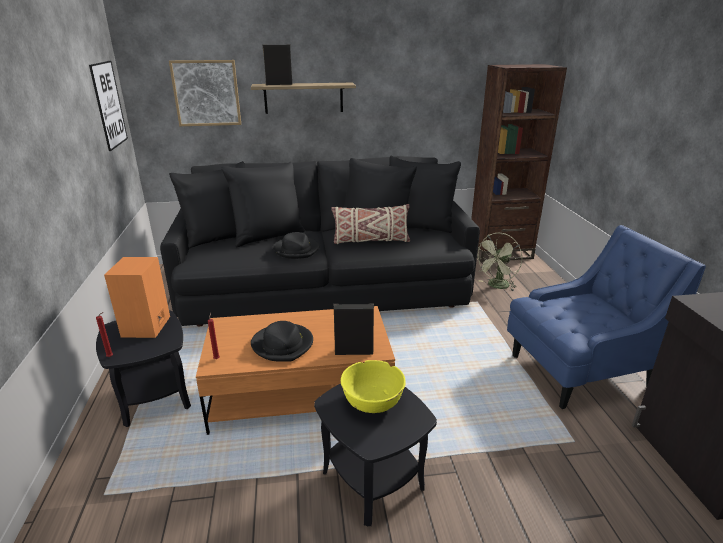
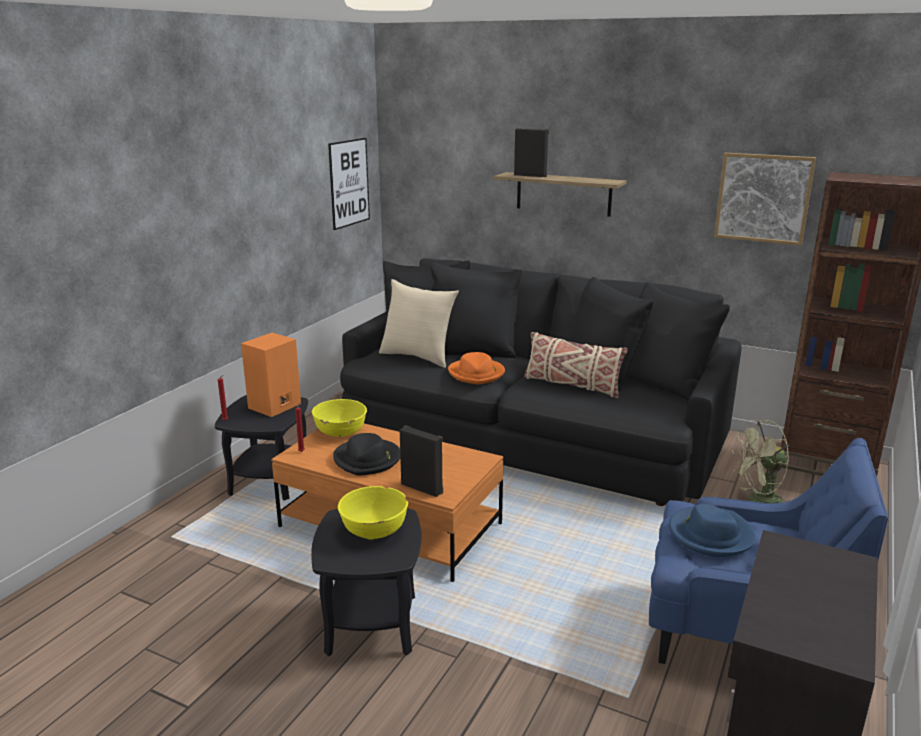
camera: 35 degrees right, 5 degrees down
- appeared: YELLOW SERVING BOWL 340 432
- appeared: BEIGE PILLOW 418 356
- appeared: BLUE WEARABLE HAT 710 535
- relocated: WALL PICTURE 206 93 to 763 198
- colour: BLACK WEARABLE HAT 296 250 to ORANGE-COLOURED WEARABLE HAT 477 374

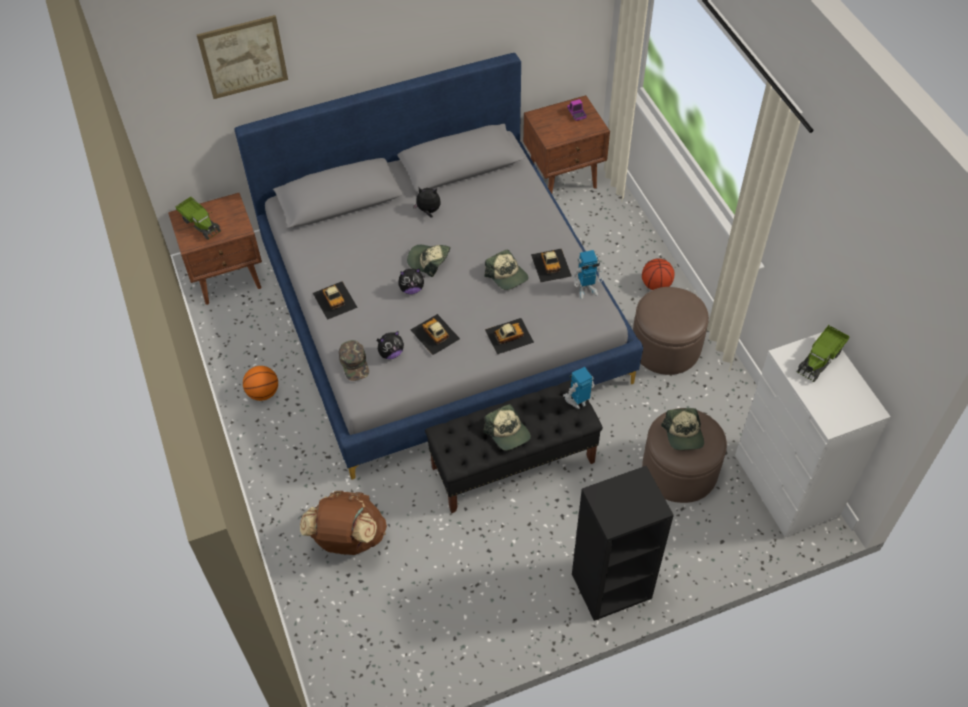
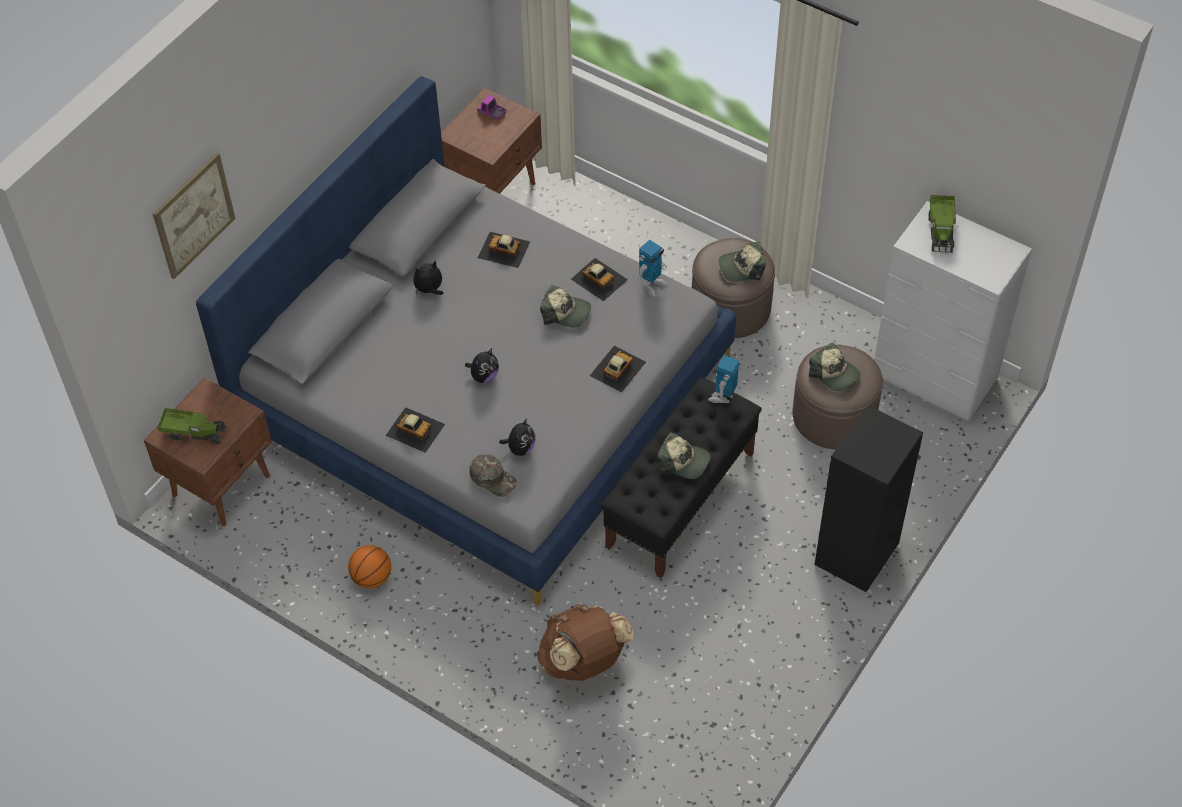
camera: 35 degrees left, 0 degrees up
- missing: BASKETBALL BALL 656 285
- relocated: CAP 429 261 to 742 267
- relocated: MODEL CAR 435 334 to 504 250

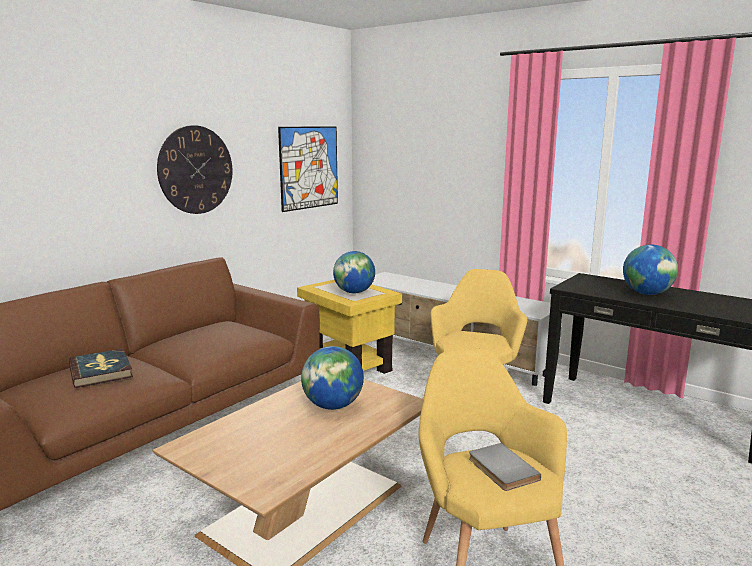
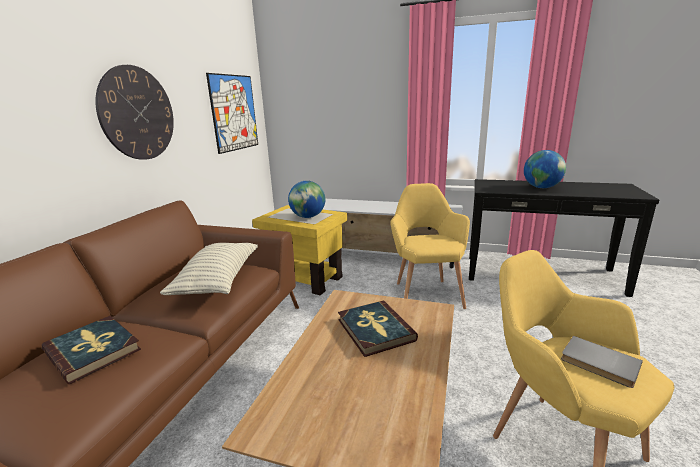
camera: 20 degrees left, 5 degrees up
- appeared: PILLOW 218 281
- exchanged: GLOBE 333 406 to BOOK 375 330

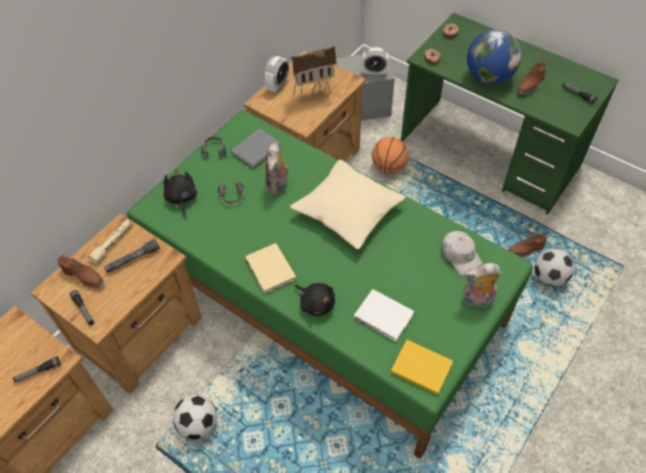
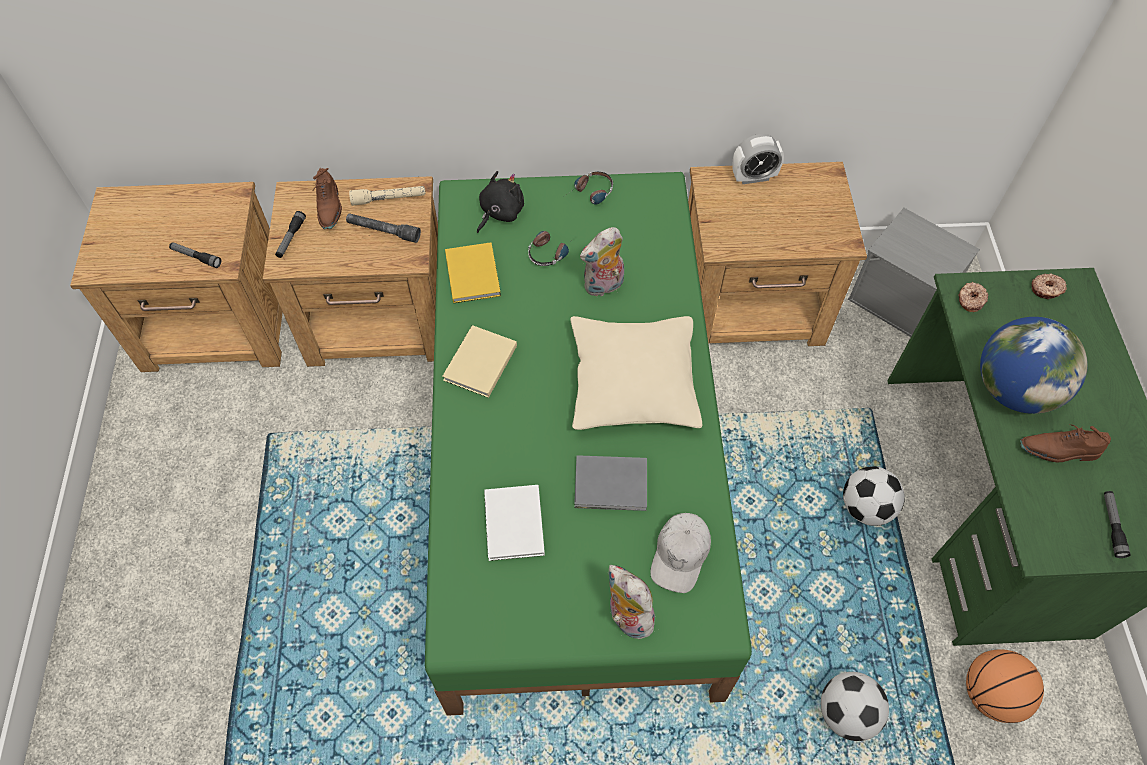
camera: 50 degrees right, 5 degrees up
- missing: TOY HOUSE 313 94
- missing: BLACK SOFT TOY 316 303
- missing: TABLE CLOCK 374 73
- missing: BROWNISH SHOE 525 250
- relocated: BALL FOR FOOTBALL 198 424 to 865 507
- relocated: GREY BOOK 258 149 to 613 485
- relocated: BASKETBALL BALL 388 167 to 991 694
- relocated: YELLOW BOOK 420 366 to 473 273

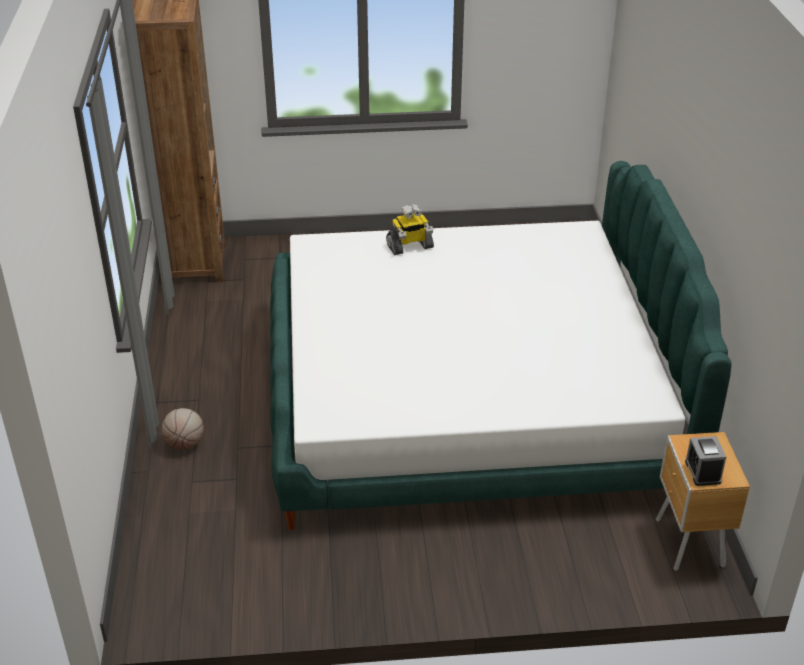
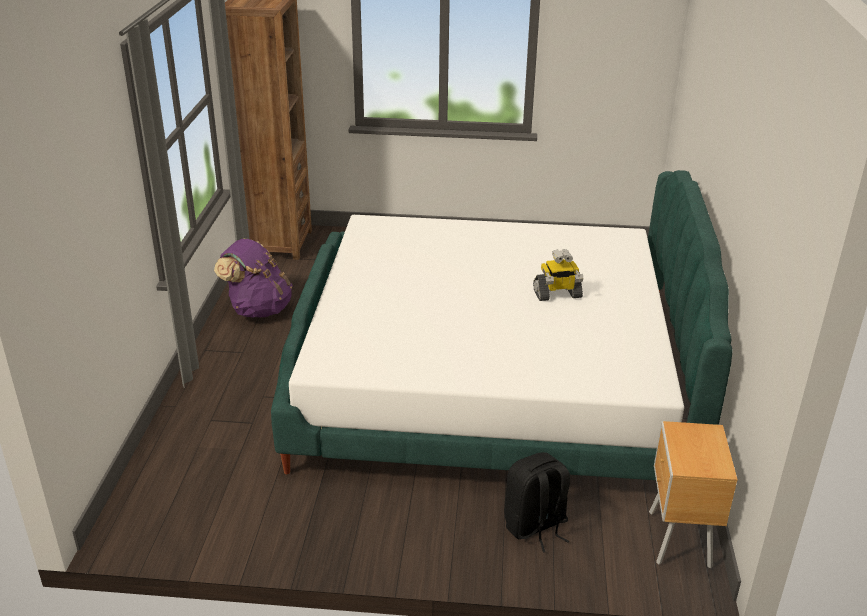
camera: 10 degrees right, 5 degrees down
- missing: BASKETBALL BALL 185 444
- missing: TABLE CLOCK 702 472
- appeared: PURPLISH RUCKSACK 258 309
- appeared: BLACK RUCKSACK 535 527
- relocated: MODEL ROBOT 410 247 to 557 294

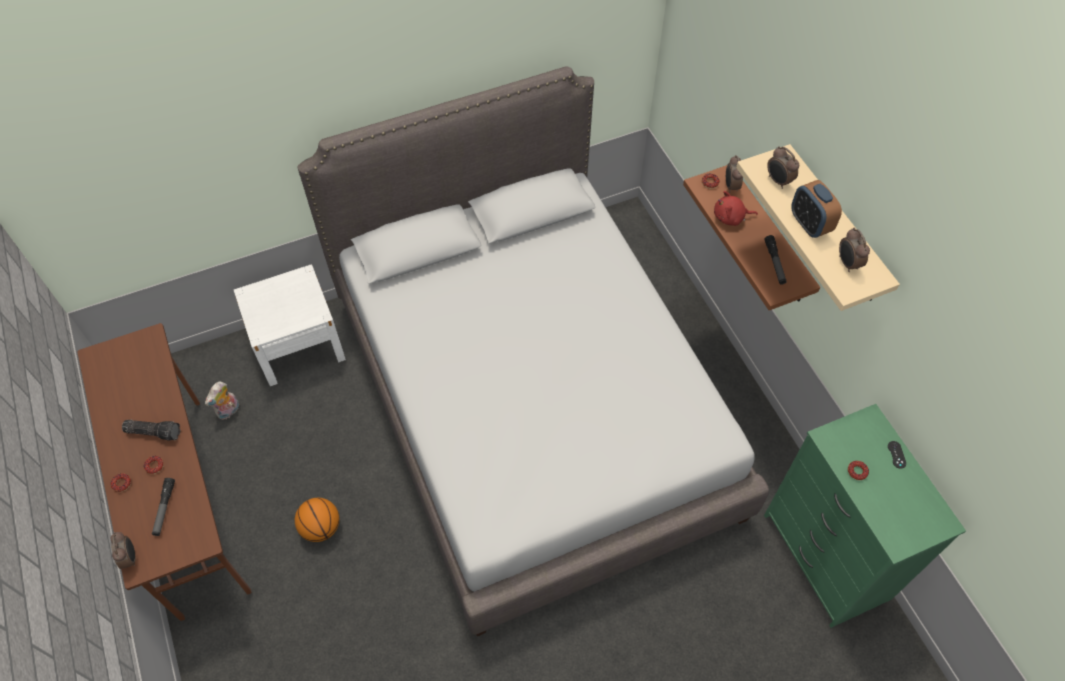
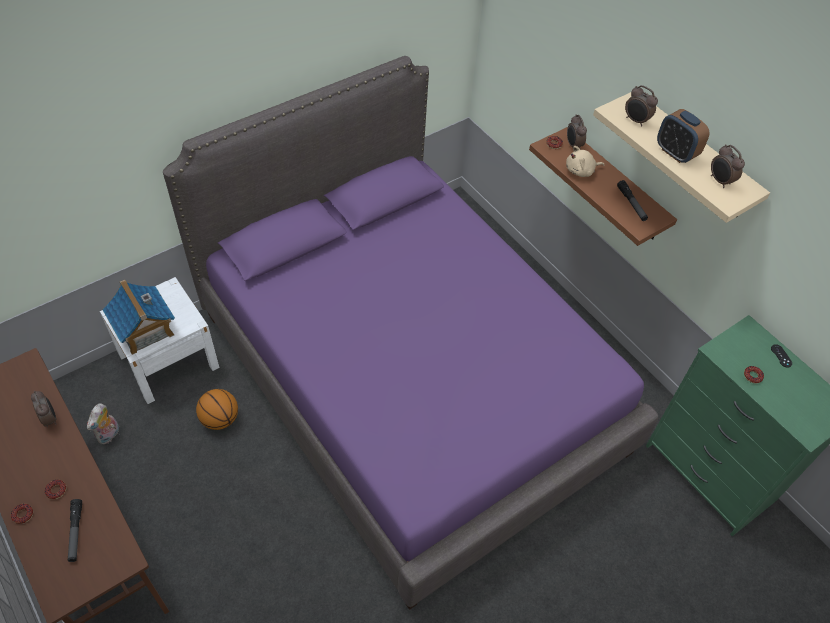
camera: 15 degrees left, 5 degrees down
- missing: TORCH 154 431
- appeared: TOY HOUSE 144 330
- relocated: TABLE CLOCK 130 557 to 50 418
- relocated: BASKETBALL BALL 321 527 to 220 419
- colour: GREY BEDROOM BED 532 404 to PURPLISH BEDROOM BED 410 381
- colour: RED SOFT TOY 730 217 to BEIGE SOFT TOY 581 171

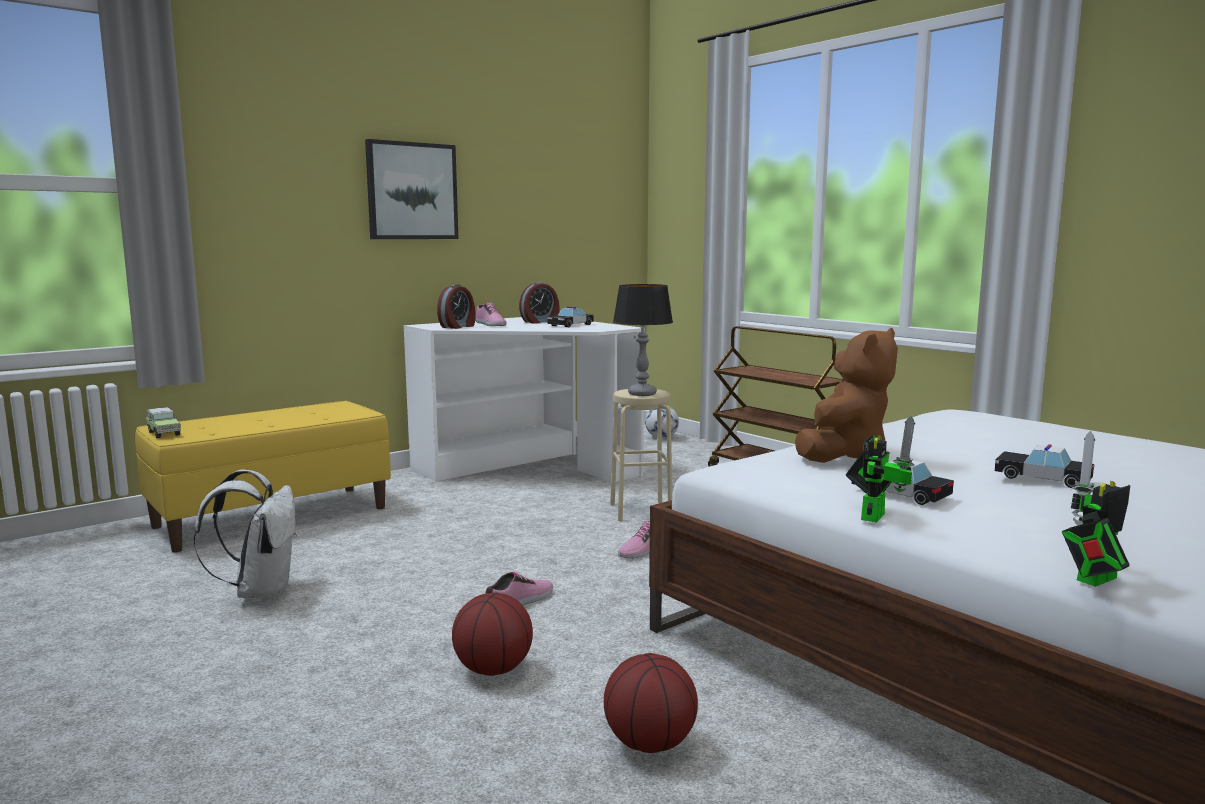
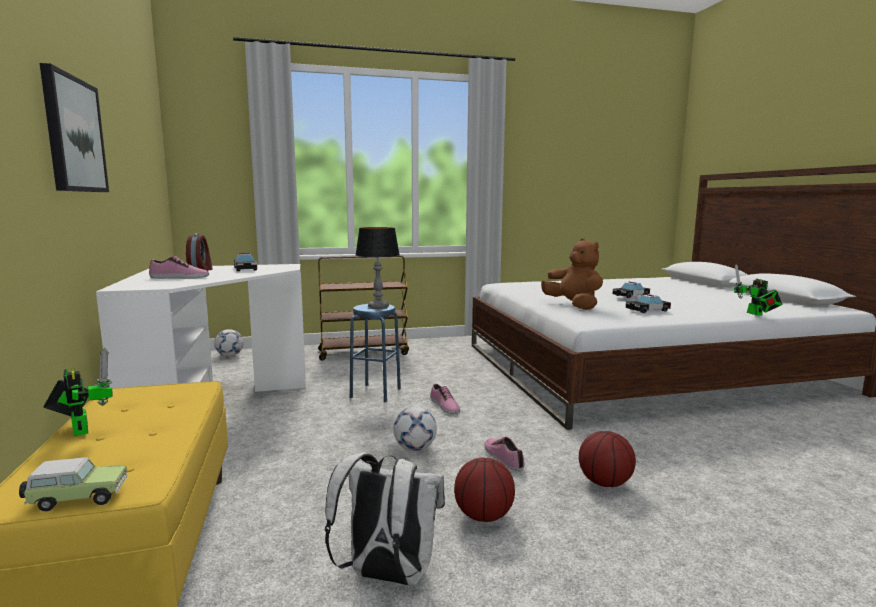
camera: 65 degrees left, 0 degrees up
- missing: TABLE CLOCK 458 327
- appeared: BALL FOR FOOTBALL 415 448
- relocated: BASKETBALL BALL 650 743 to 483 516
- relocated: MODEL ROBOT 874 515 to 80 429
- colour: BEIGE STOOL 640 511 to BLUE STOOL 375 393

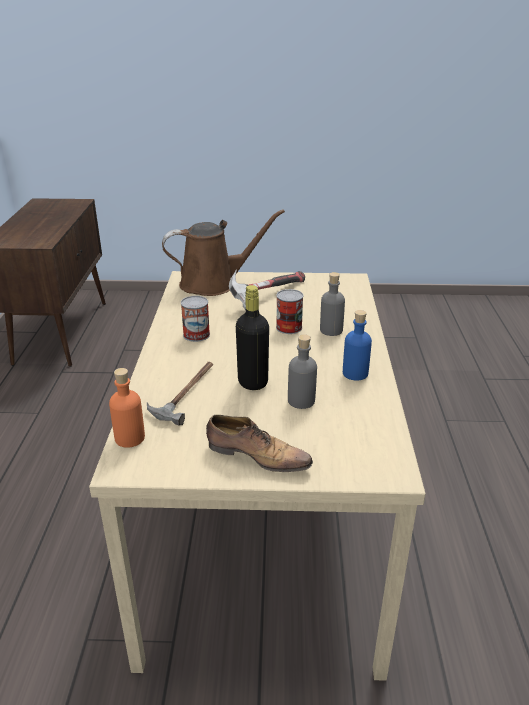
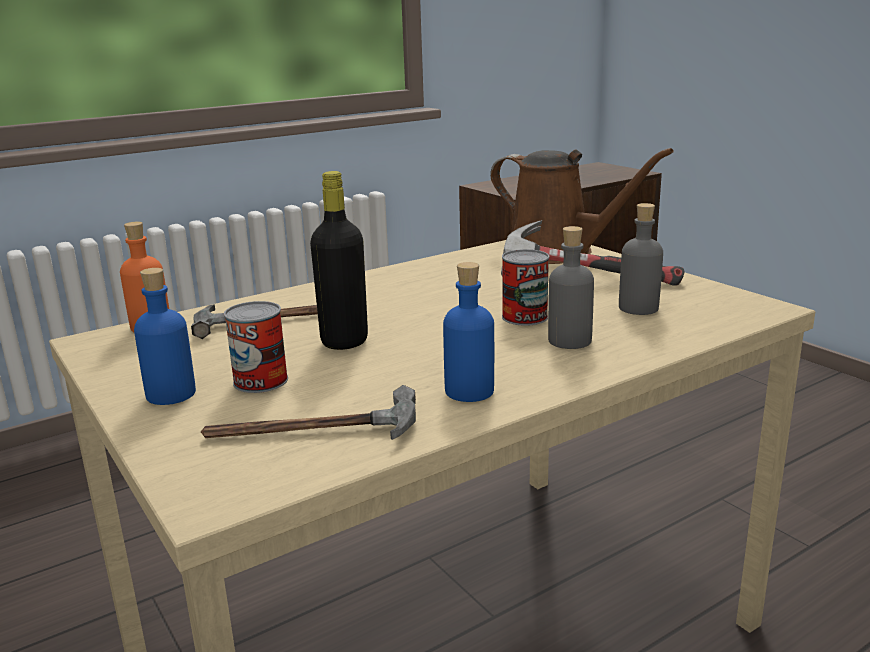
camera: 55 degrees right, 10 degrees down
- appeared: TOOL HAMMER 310 432
- relocated: METAL CAN 196 335 to 260 381
- relocated: GREY DRINK BOTTLE 301 401 to 638 308
- exchanged: SHOE 256 456 to BLUE DRINK BOTTLE 171 394

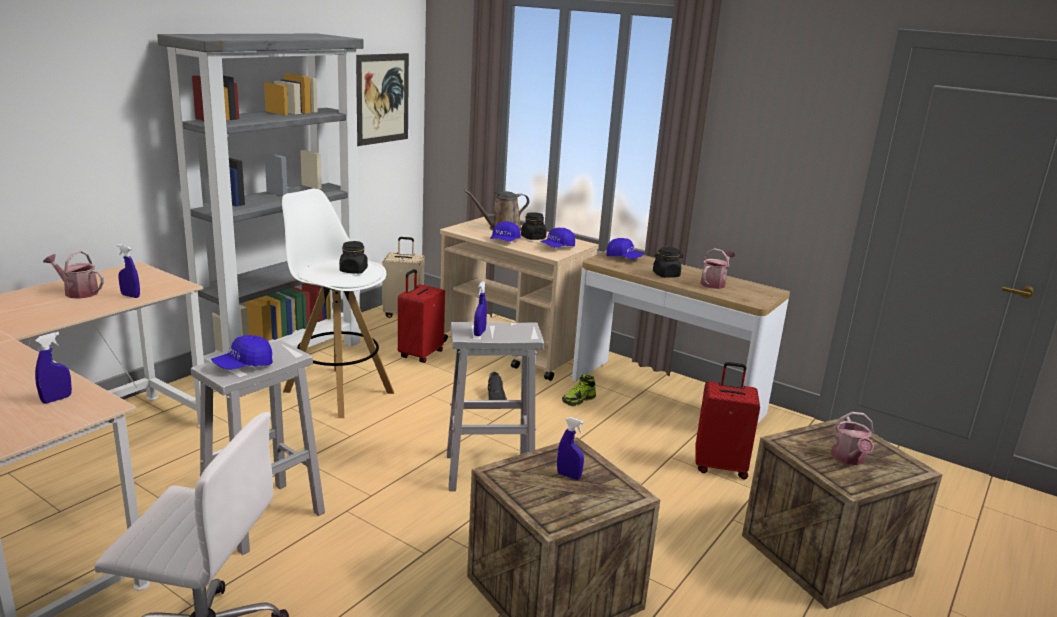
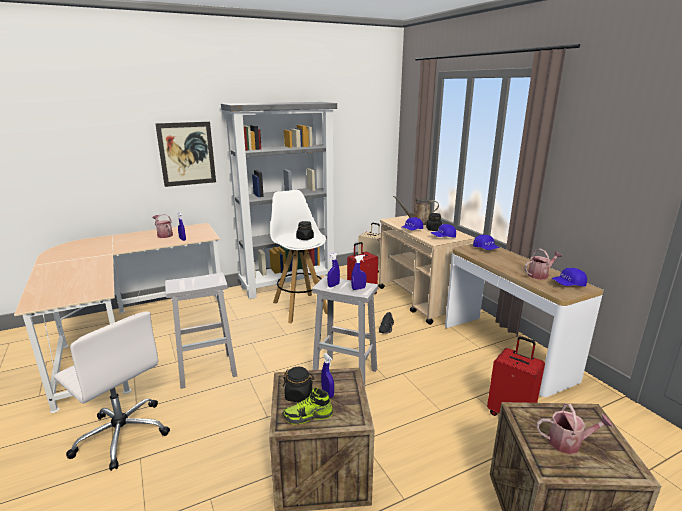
camera: 30 degrees right, 0 degrees up
- relocated: BLUE SPRAY BOTTLE 56 399 to 358 288
- relocated: BLUE CAP 243 365 to 568 284
- relocated: WALL PICTURE 382 98 to 187 154
- relocated: SHOE 578 400 to 308 416
- relocated: BLACK PRESERVE JAR 666 275 to 299 395
- spun: WATERING CAN 849 459 = 568 442 120 degrees counterclockwise

